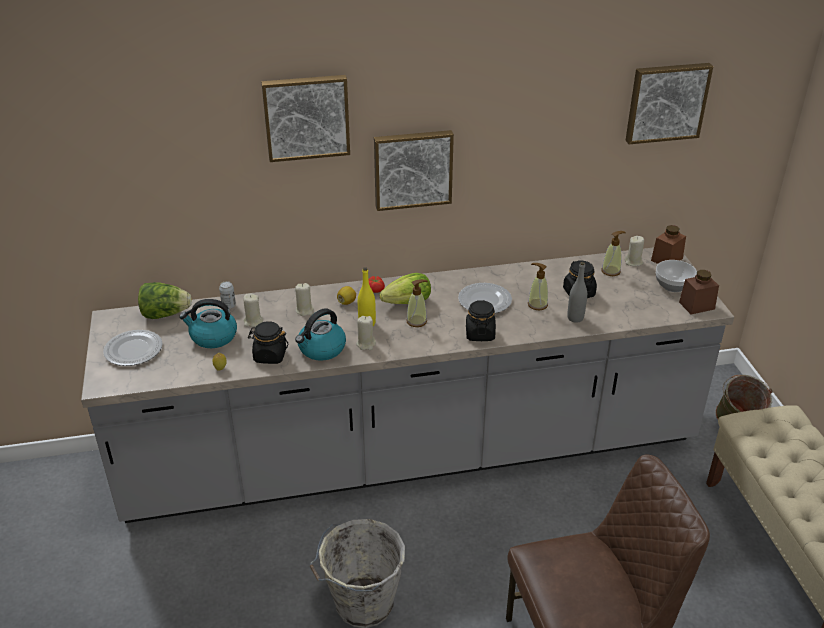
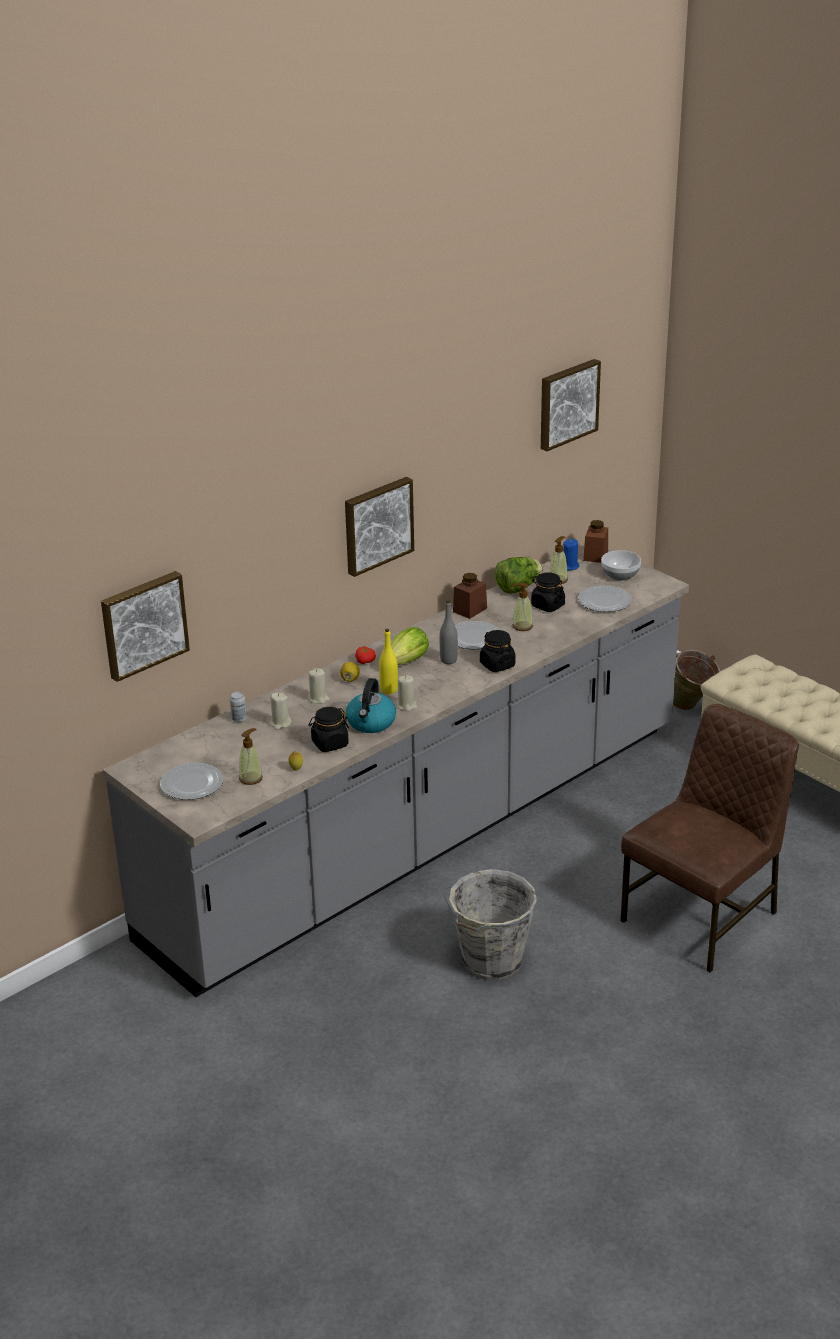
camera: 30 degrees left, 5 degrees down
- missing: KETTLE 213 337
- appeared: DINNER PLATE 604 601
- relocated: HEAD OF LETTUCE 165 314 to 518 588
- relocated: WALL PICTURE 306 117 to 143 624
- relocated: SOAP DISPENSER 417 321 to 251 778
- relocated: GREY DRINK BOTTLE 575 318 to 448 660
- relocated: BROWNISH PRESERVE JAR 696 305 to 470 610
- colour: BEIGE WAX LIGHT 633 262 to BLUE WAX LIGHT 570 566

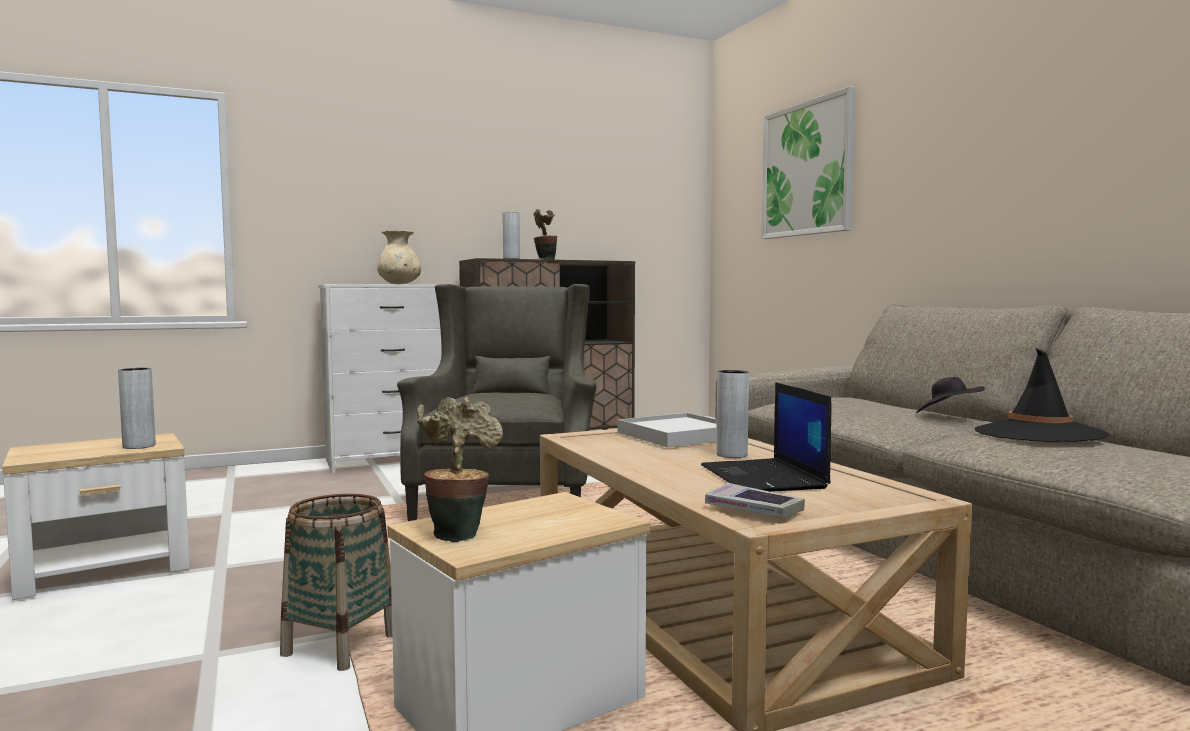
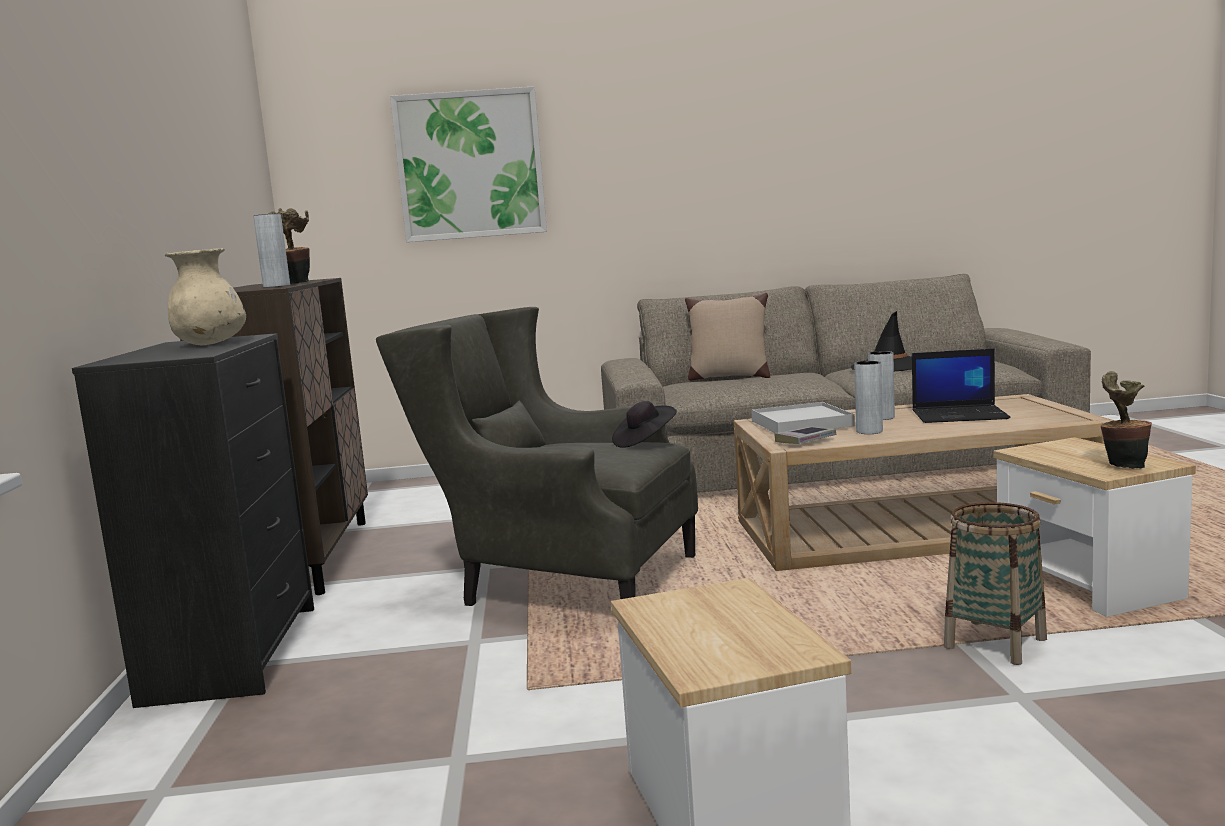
camera: 70 degrees left, 5 degrees up
- appeared: BEIGE PILLOW 728 377
- relocated: GREY VASE 139 446 to 869 431
- relocated: BOOK 754 509 to 805 440
- relocated: BLACK WEARABLE HAT 947 415 to 644 441
- colour: WHITISH CHEST OF DRAWERS 390 460 to BLACK CHEST OF DRAWERS 235 653

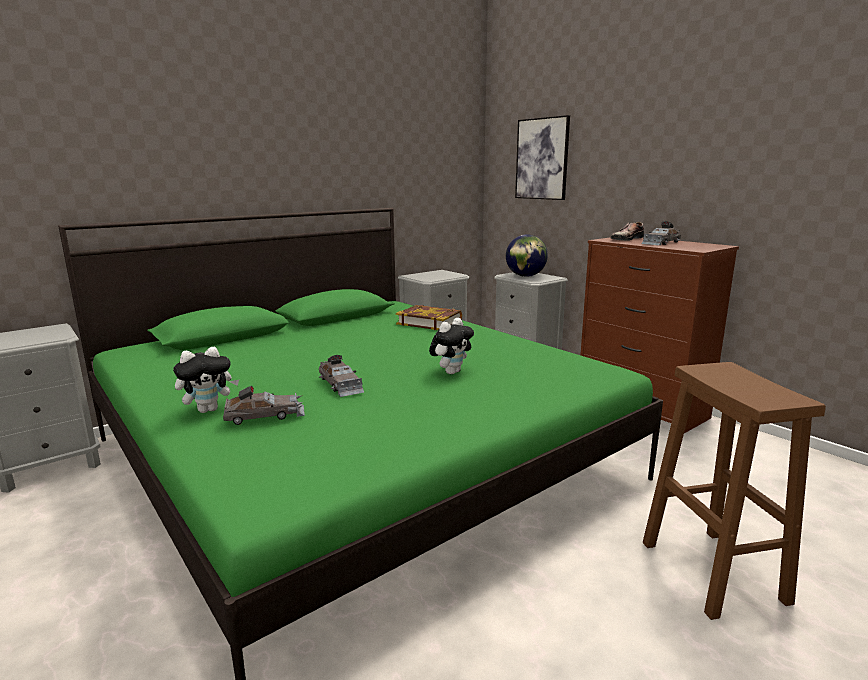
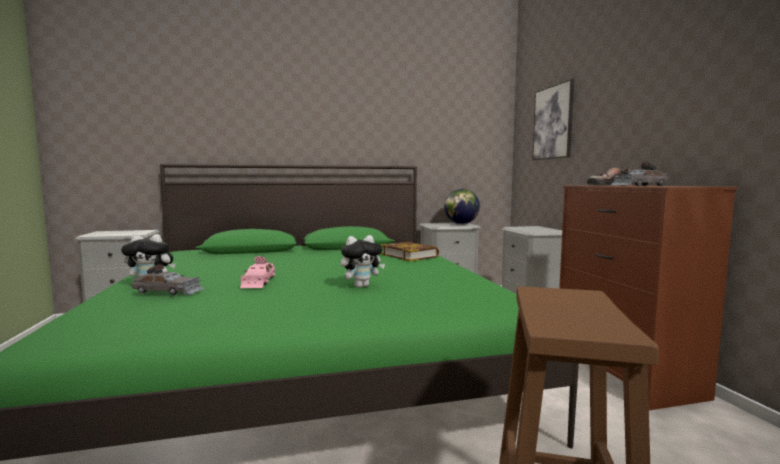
camera: 25 degrees right, 10 degrees down
- relocated: GLOBE 525 276 to 461 224
- colour: GREY MODEL CAR 340 384 to PINKISH MODEL CAR 258 281

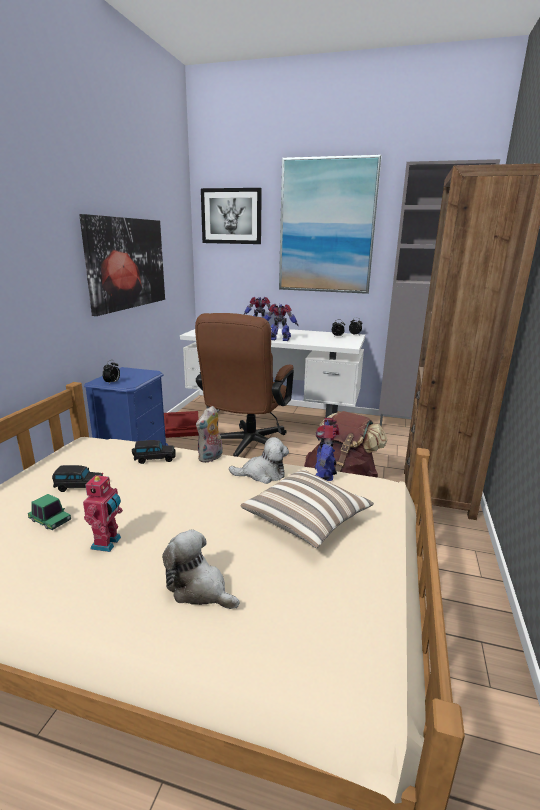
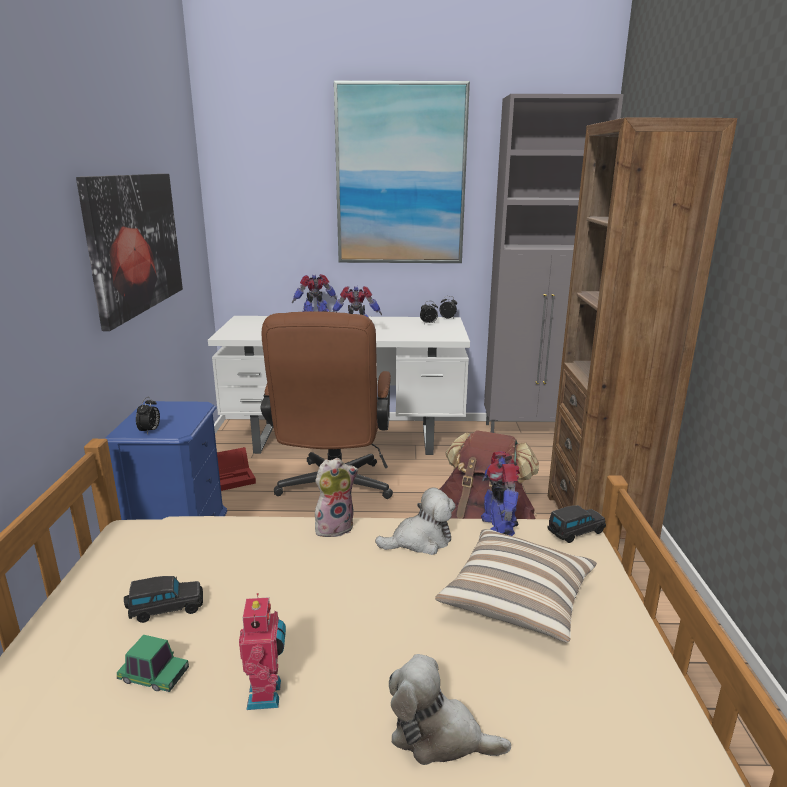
camera: 15 degrees left, 0 degrees up
- missing: WALL PICTURE 231 216
- relocated: BLACK MODEL CAR 154 459 to 575 532
- spun: SOFT TOY 211 458 = 335 527 135 degrees counterclockwise

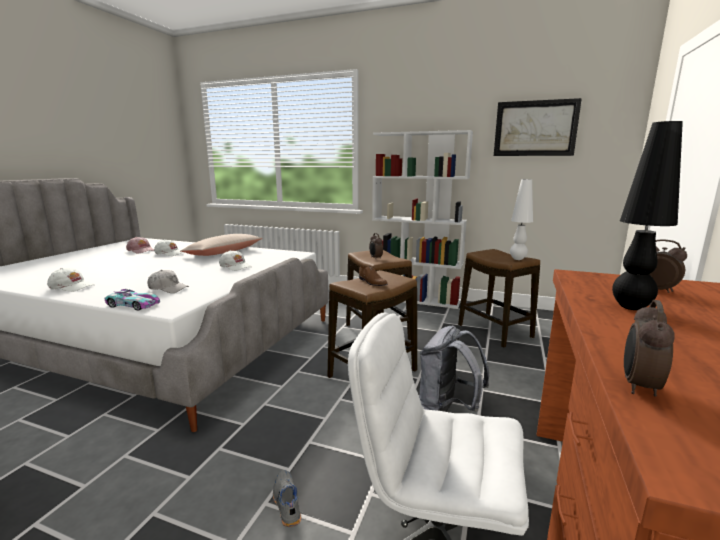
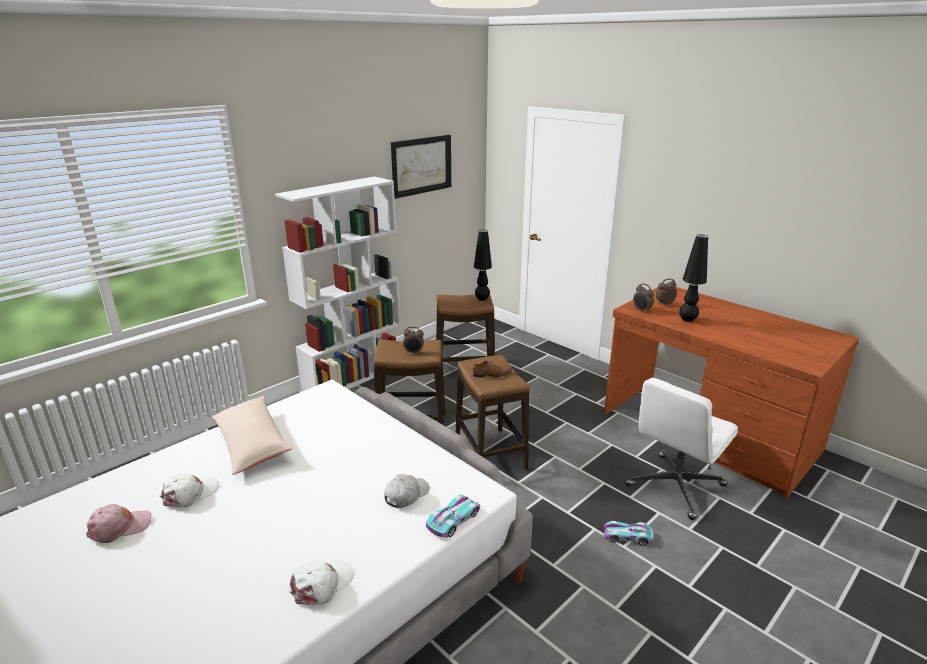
camera: 65 degrees left, 10 degrees up
- missing: WHITISH CAP 235 266
- missing: GREY RUCKSACK 447 410
- relocated: TABLE CLOCK 638 386 to 641 310
- exchanged: GREY SHOE 286 503 to MODEL CAR 627 536
- colour: WHITISH TABLE LAMP 518 259 to BLACK TABLE LAMP 482 299

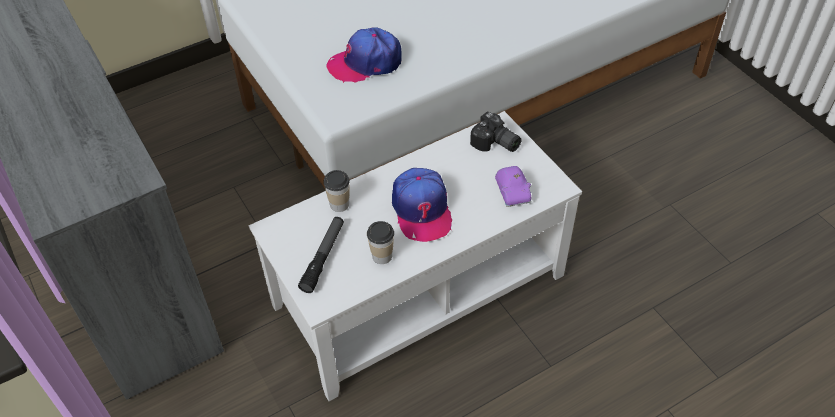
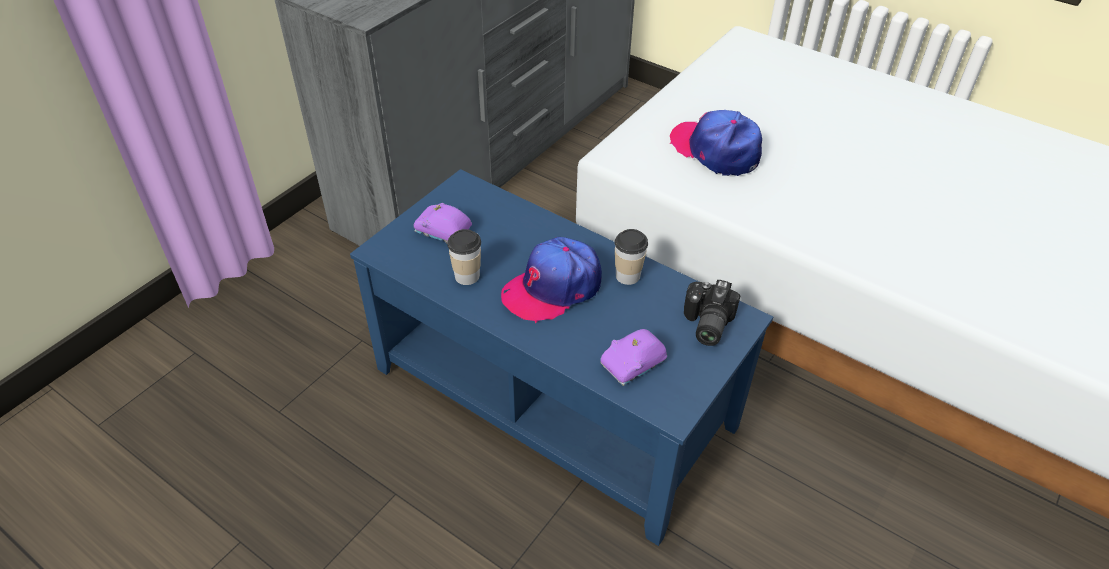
camera: 65 degrees right, 5 degrees down
- relocated: DRINKING CUP 339 204 to 628 276
- exchanged: TORCH 323 257 to PURPLISH MODEL CAR 443 232
- colour: WHITISH COFFEE TABLE 419 290 to BLUE COFFEE TABLE 553 397

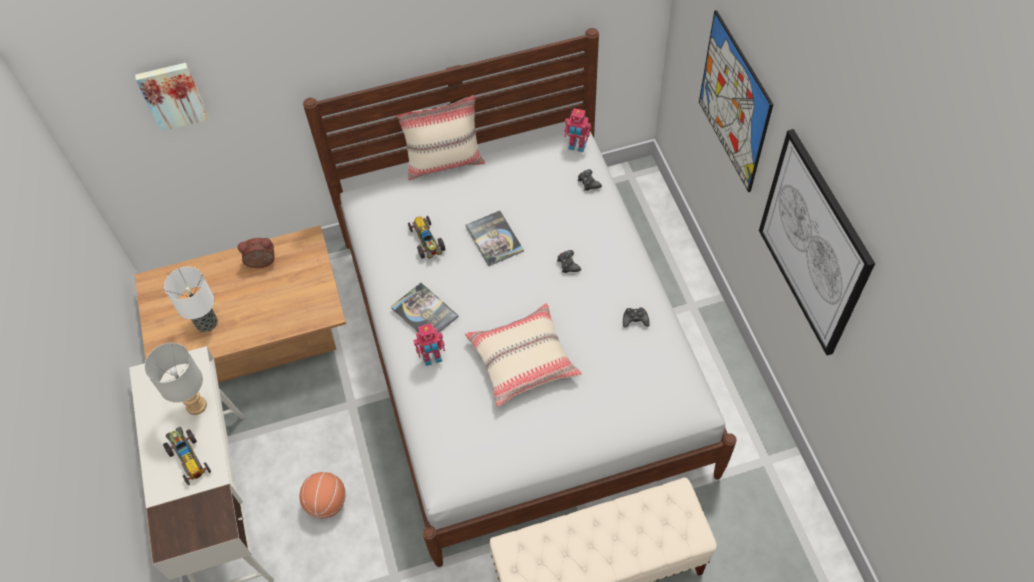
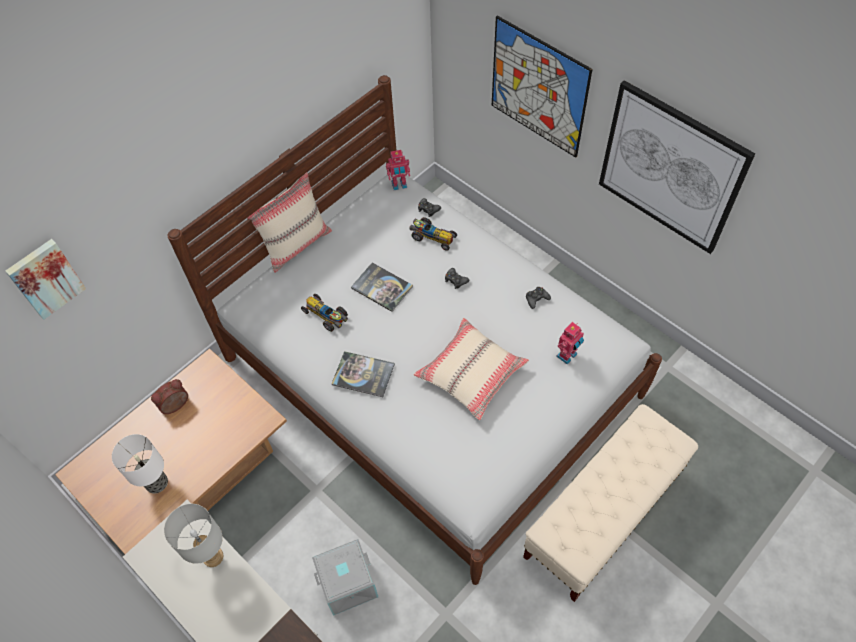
camera: 30 degrees left, 0 degrees up
- relocated: MODEL CAR 188 457 to 432 236
- relocated: MODEL ROBOT 432 358 to 567 356
- exchanged: BASKETBALL BALL 326 503 to GREY STORAGE BIN 348 585

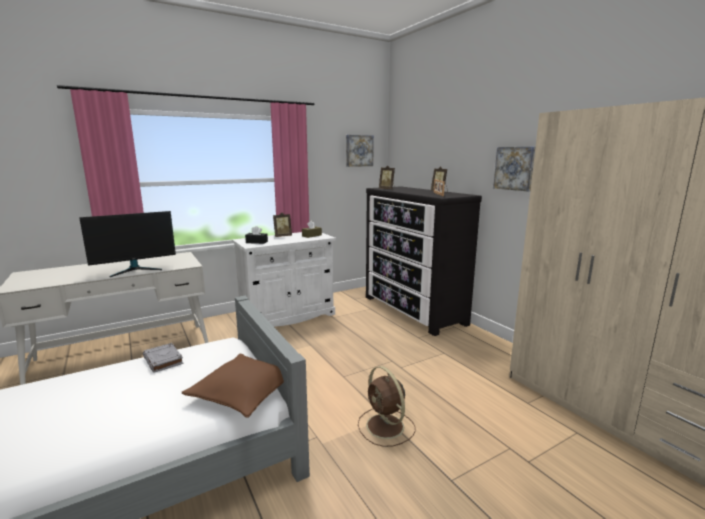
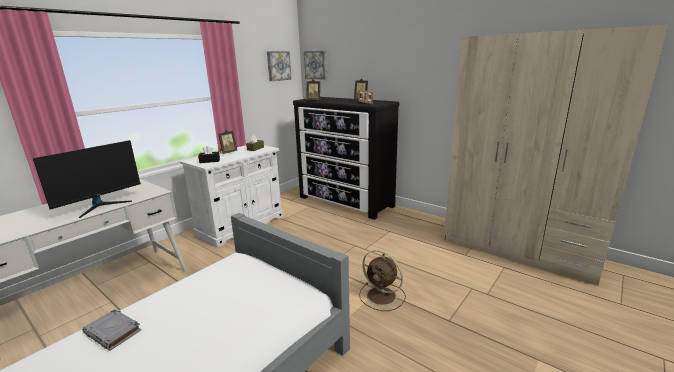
camera: 20 degrees left, 5 degrees up
- missing: BROWNISH PILLOW 244 392
- relocated: GREY BOOK 163 360 to 113 332
- relocated: WALL PICTURE 515 168 to 316 65

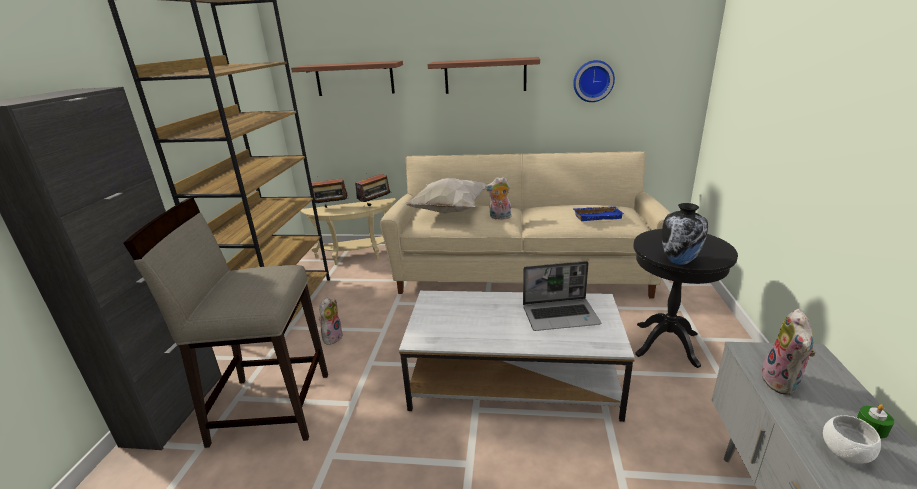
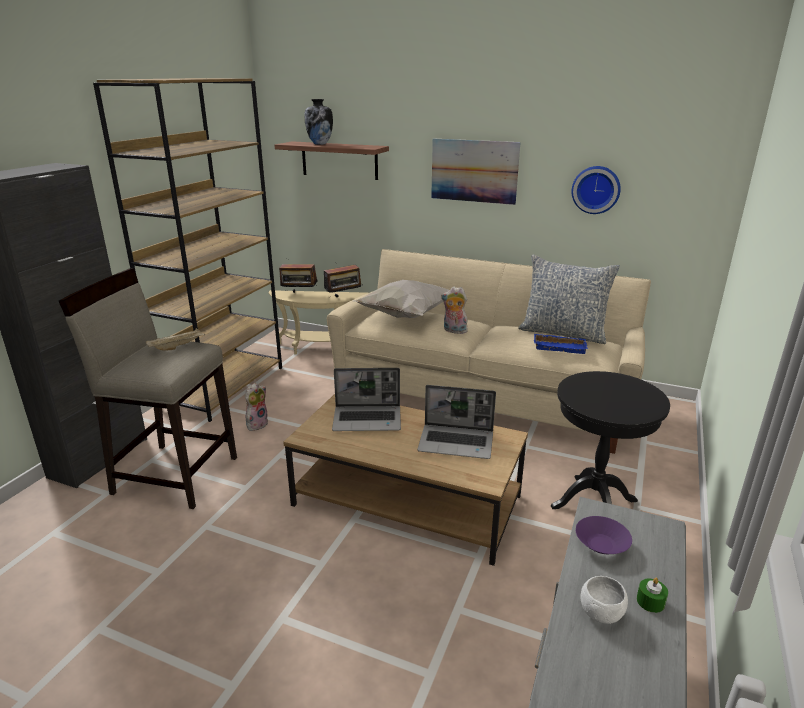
camera: 15 degrees right, 0 degrees up
- appeared: BEIGE CARRYING TRAY 177 347
- appeared: PORTABLE COMPUTER 368 419
- appeared: PILLOW 563 333
- relocated: VASE 679 261 to 320 144
- exchanged: SHELF 485 76 to WALL PICTURE 474 171
- exchanged: SOFT TOY 782 383 to PURPLISH SERVING BOWL 601 544
- colour: WHITISH COFFEE TABLE 513 378 to BROWNISH COFFEE TABLE 407 500

